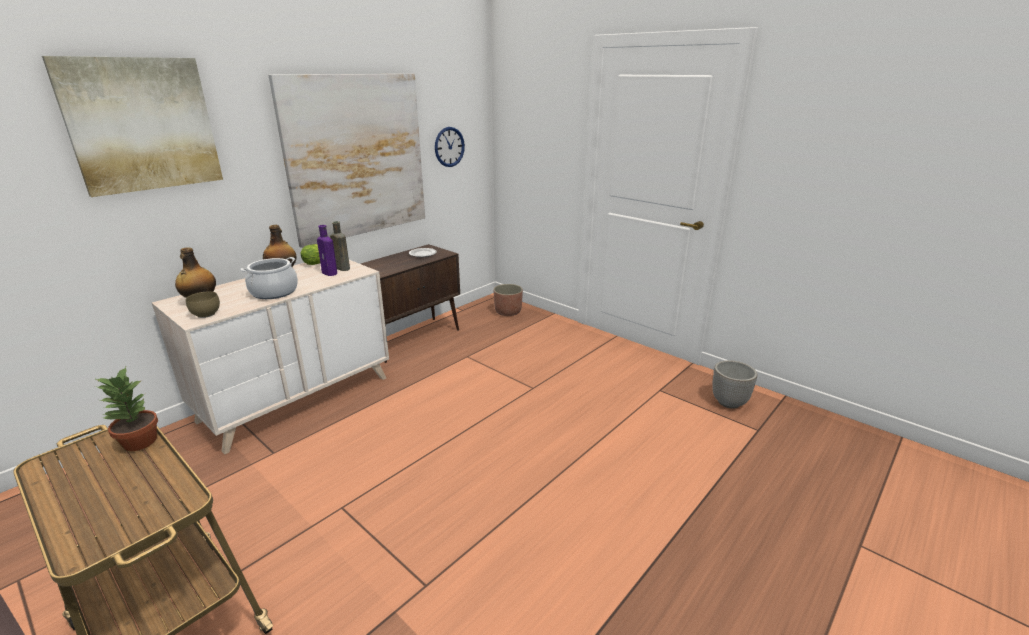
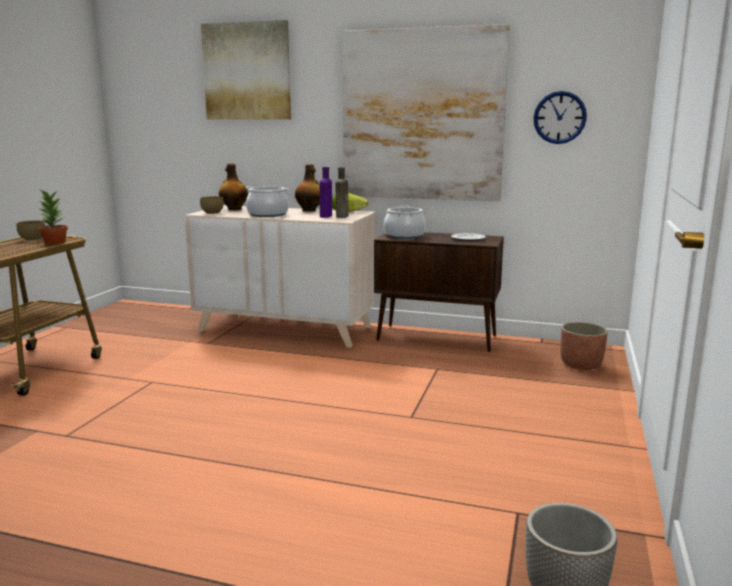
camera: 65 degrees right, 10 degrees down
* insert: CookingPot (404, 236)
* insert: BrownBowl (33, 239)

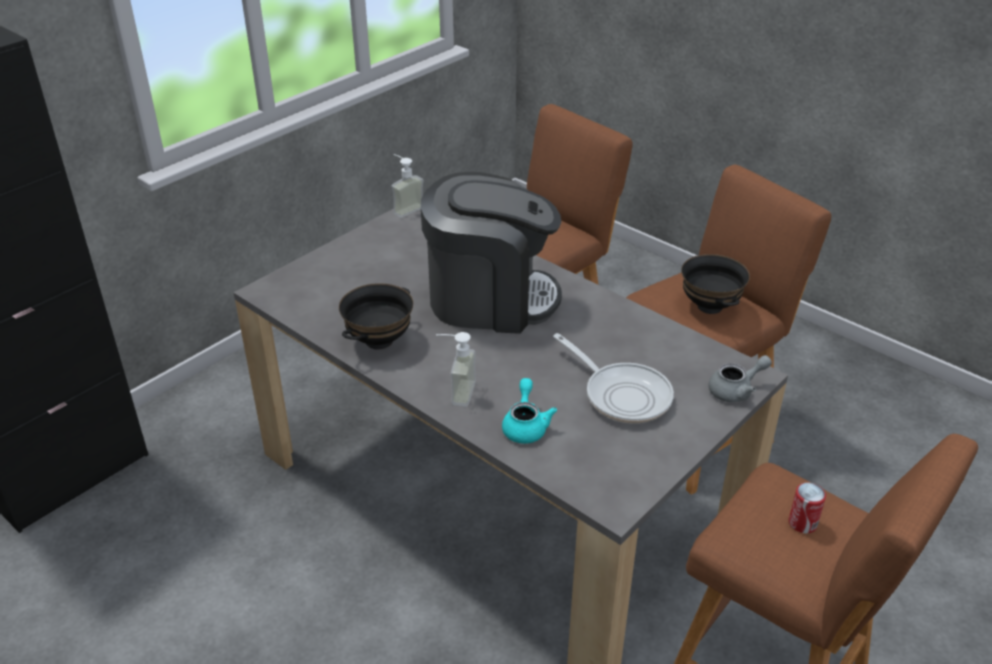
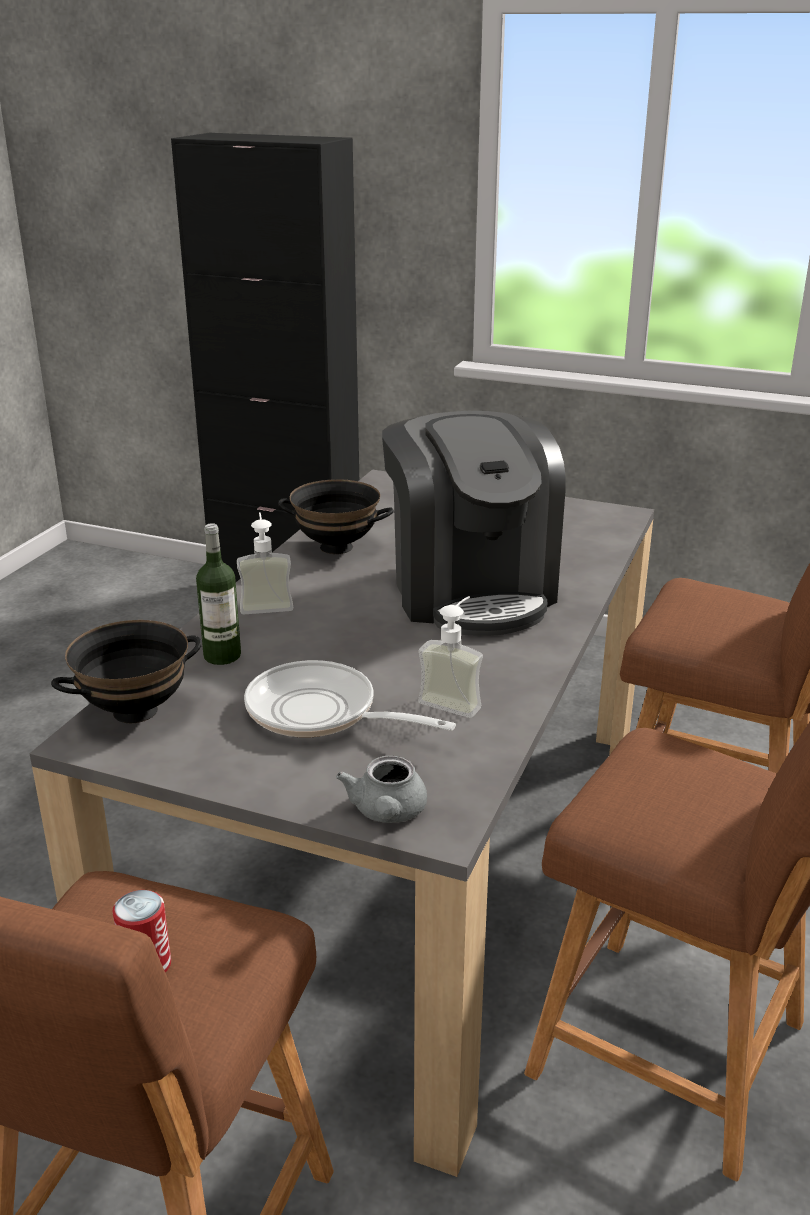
camera: 70 degrees right, 10 degrees down
* move: SoapDispenser (405, 208) to (455, 699)
* move: BlackBowl (709, 306) to (135, 711)
* rotate: FryingPan (622, 394) = (321, 713) 90 degrees clockwise
* rotate: GreyTeapot (736, 390) = (387, 813) 45 degrees clockwise
* replace: TurquoiseTeapot (525, 426) to Bottle (222, 656)

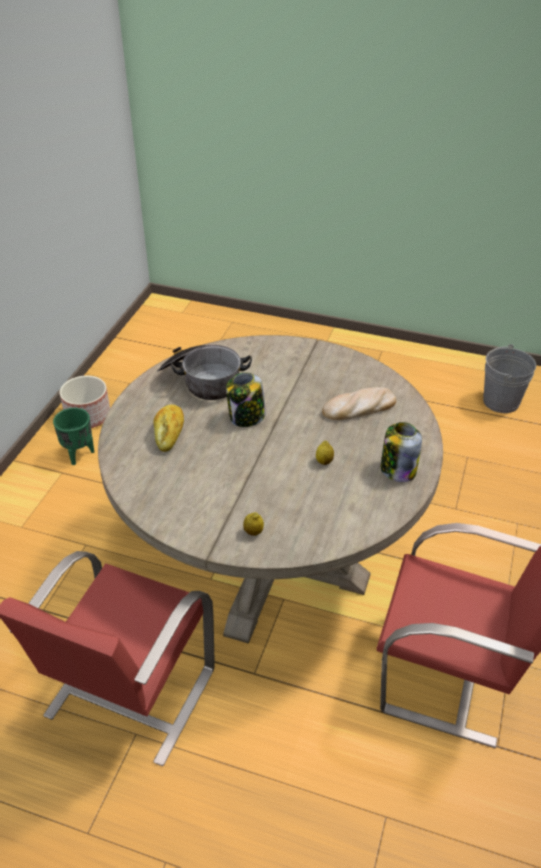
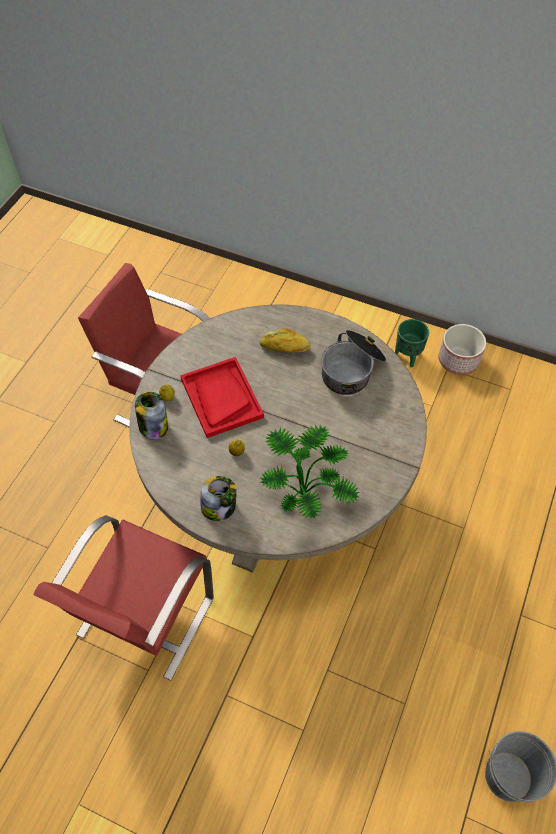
camera: 95 degrees right, 15 degrees up
* move: Jar (246, 417) to (153, 426)
* replace: Bread (359, 408) to PottedPlant (306, 489)
* insert: RedTray (221, 398)

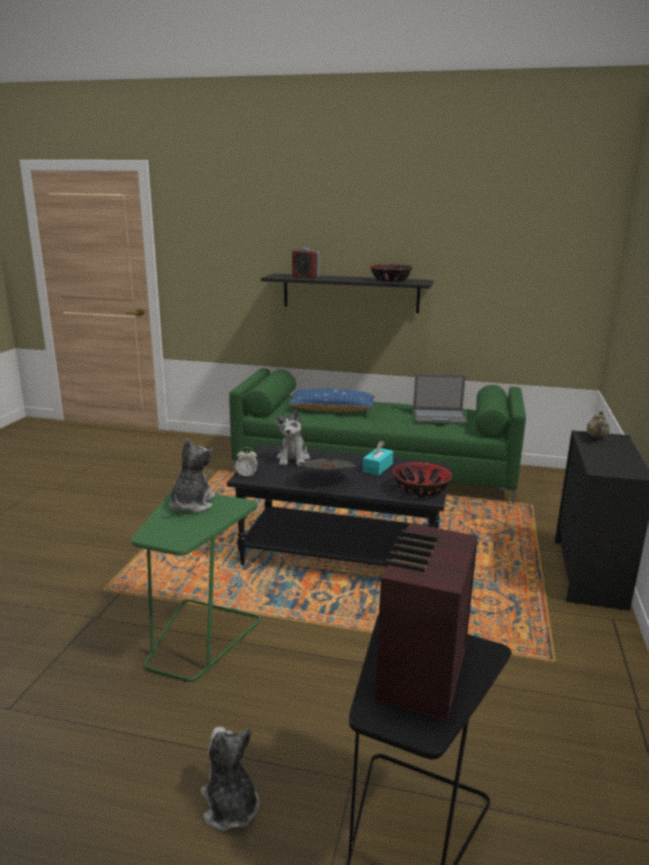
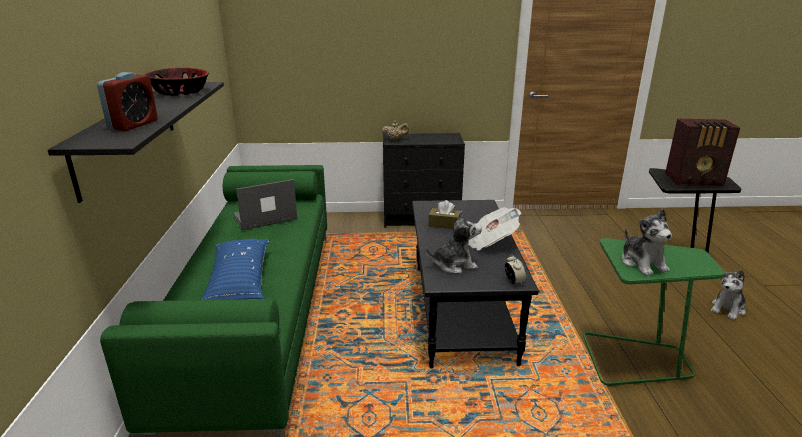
camera: 105 degrees left, 5 degrees up
* rotate: Laptop (440, 417) = (264, 217) 105 degrees counterclockwise
* rotate: PlushToy (191, 504) = (642, 263) 105 degrees counterclockwise
* recolor: TurquoiseTissueBox (377, 468) to BrownTissueBox (444, 224)
* delete: Bowl (421, 490)

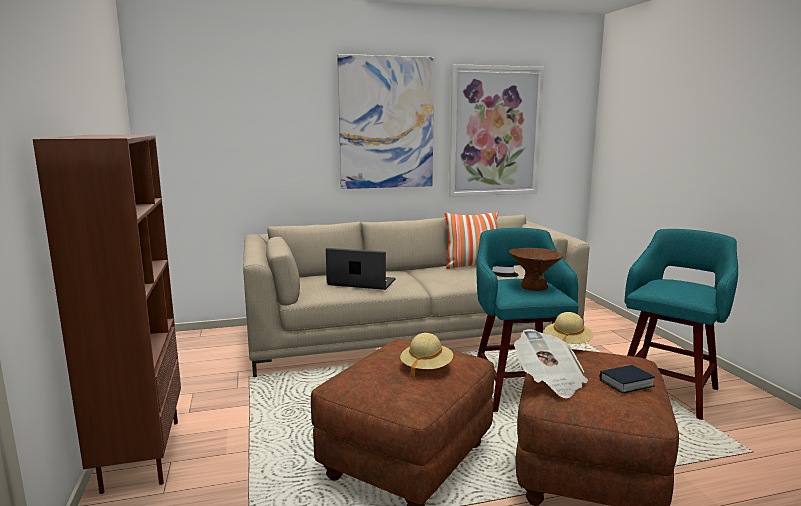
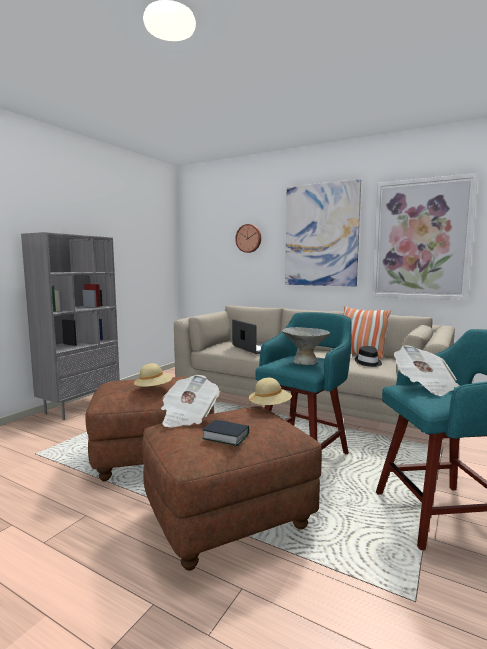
camera: 45 degrees right, 5 degrees down
* recolor: BrownBookcase (140, 454) to GreyBookcase (80, 406)
* recolor: BrownBowl (533, 286) to GreyBowl (305, 361)
* insert: WallClock (249, 238)
* insert: Newspaper (424, 386)

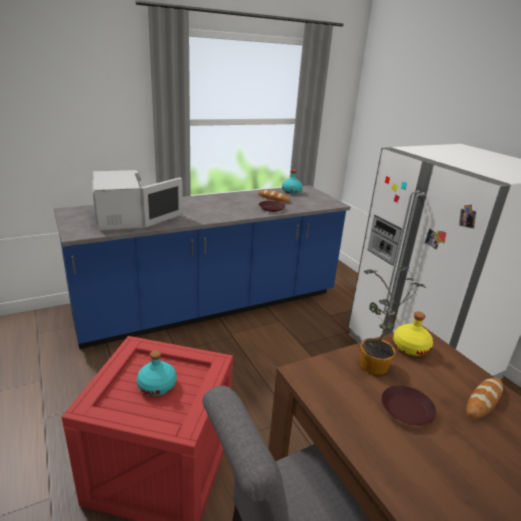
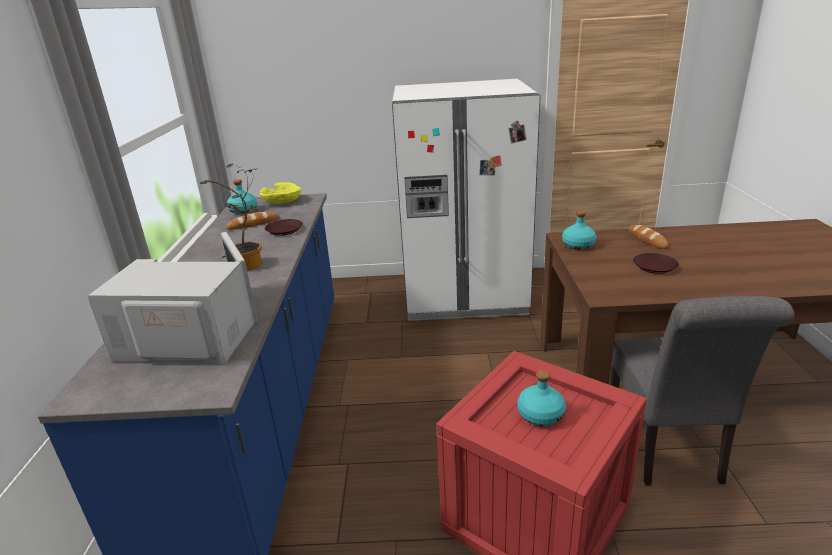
camera: 60 degrees left, 0 degrees up
* move: PottedPlant (372, 368) to (250, 266)
* recolor: YellowBottle (410, 347) to TurquoiseBottle (577, 245)
* insert: YellowBowl (283, 202)

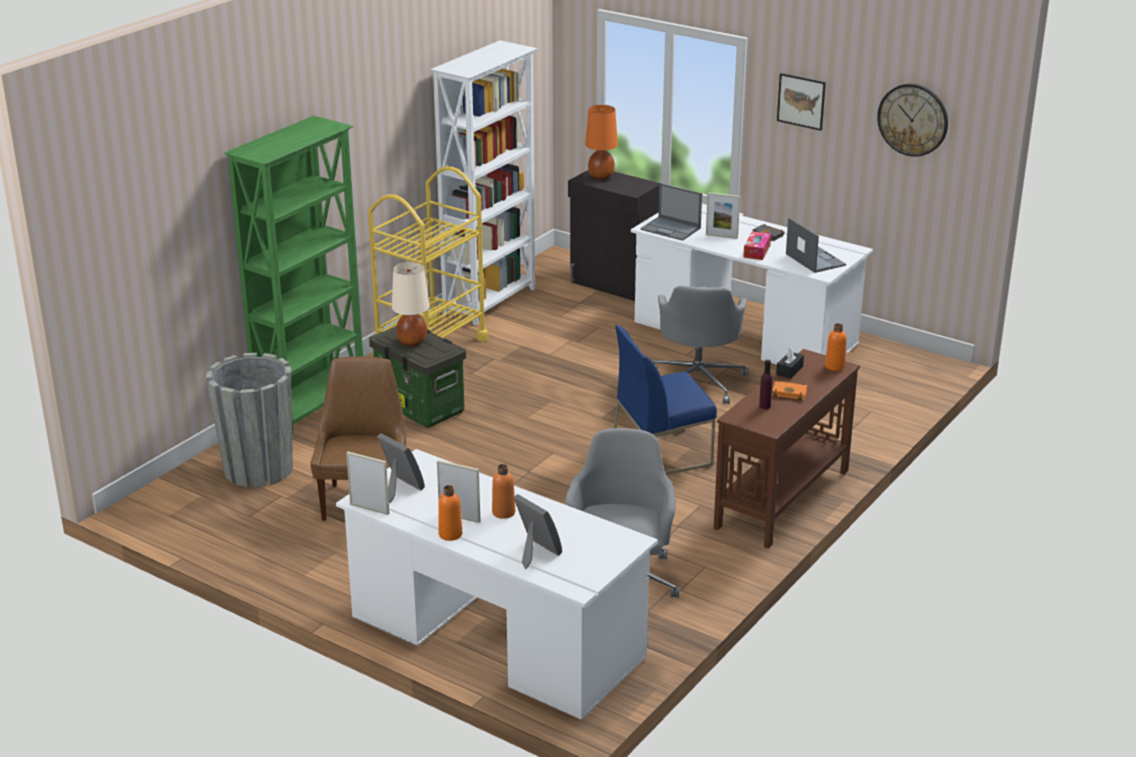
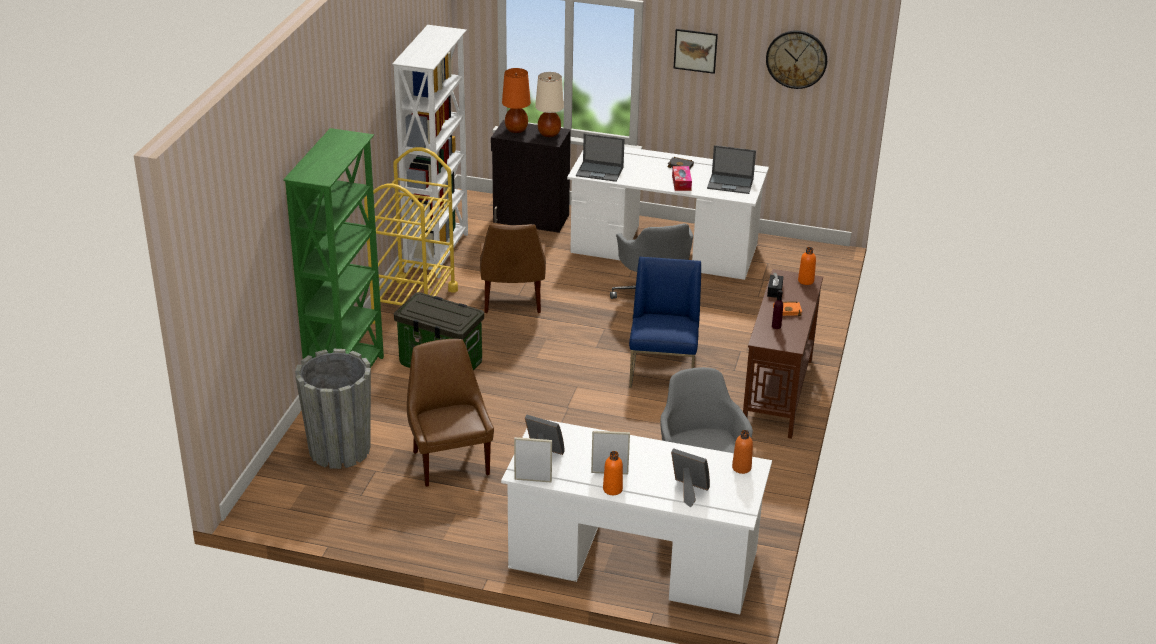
camera: 20 degrees left, 5 degrees up
* delete: PictureFrame (721, 236)
* rotate: Laptop (814, 259) = (731, 184) 150 degrees clockwise
* move: BeigeTableLamp (411, 342) to (549, 134)
* rotate: BlueChair (662, 454) = (663, 371) 135 degrees clockwise
* move: OrangeBottle (503, 512) to (741, 468)
* insert: BrownChair (512, 301)

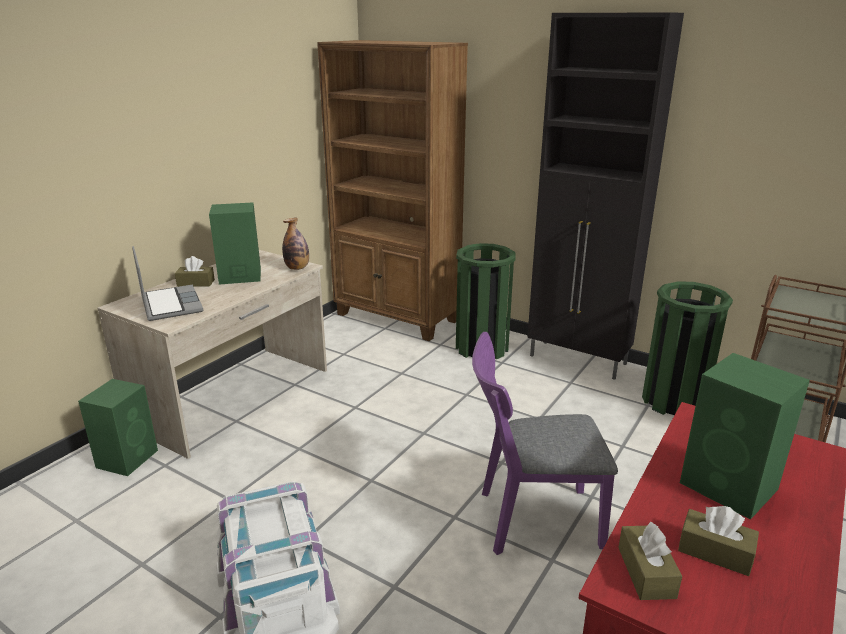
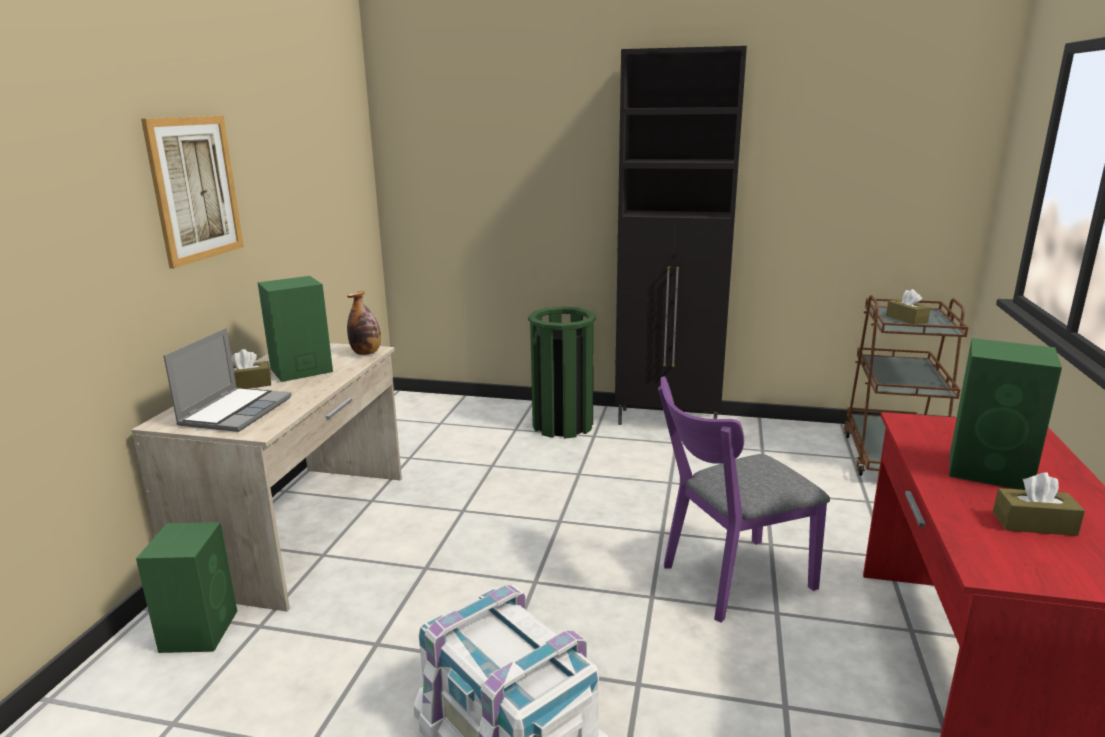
camera: 20 degrees left, 5 degrees down
* delete: BrownBookcase (397, 318)
* rotate: Laptop (170, 304) = (236, 411) 60 degrees clockwise
* delete: GreenTrashCan (674, 401)
* move: BrownTissueBox (646, 572) to (906, 319)
* insert: Picture (195, 189)

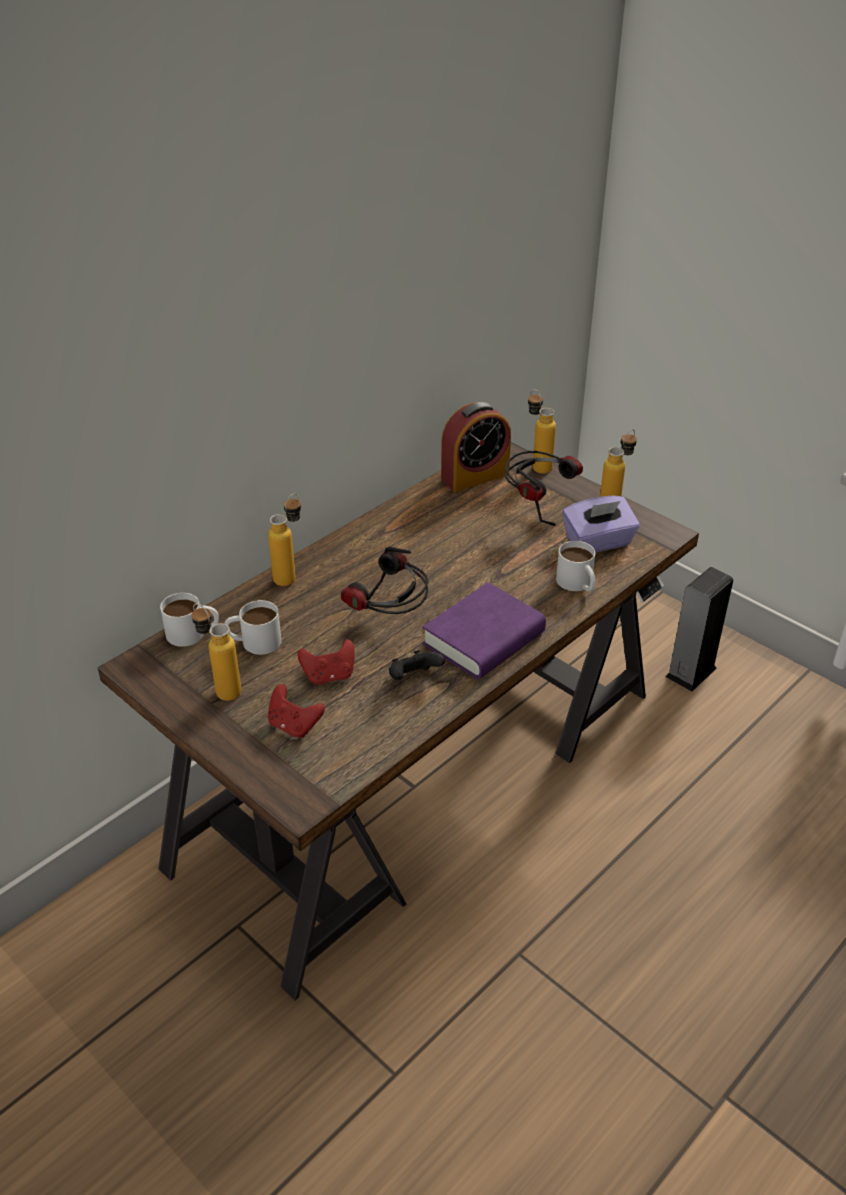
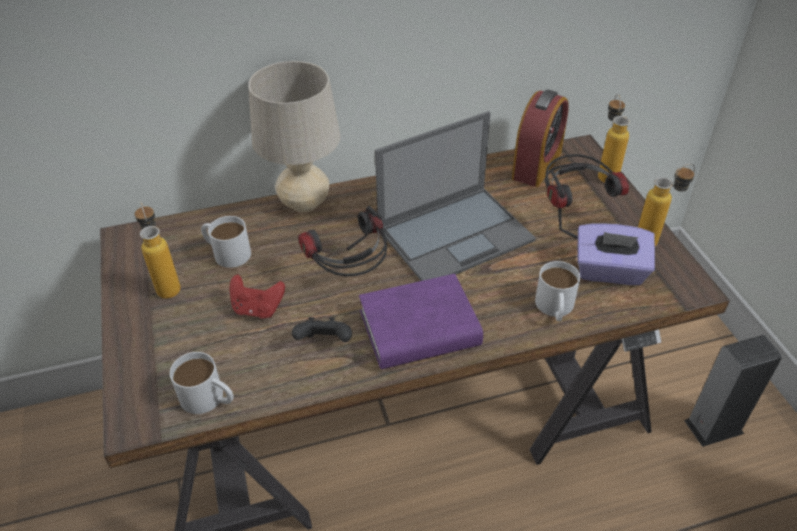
camera: 30 degrees right, 5 degrees up
* rotate: AlarmClock (475, 476) = (536, 165) 60 degrees counterclockwise
* replace: Bottle (290, 575) to BeigeTableLamp (304, 203)
* move: WhiteMug (193, 633) to (209, 399)
* delete: RedGameController (294, 725)
* insert: Laptop (456, 234)

